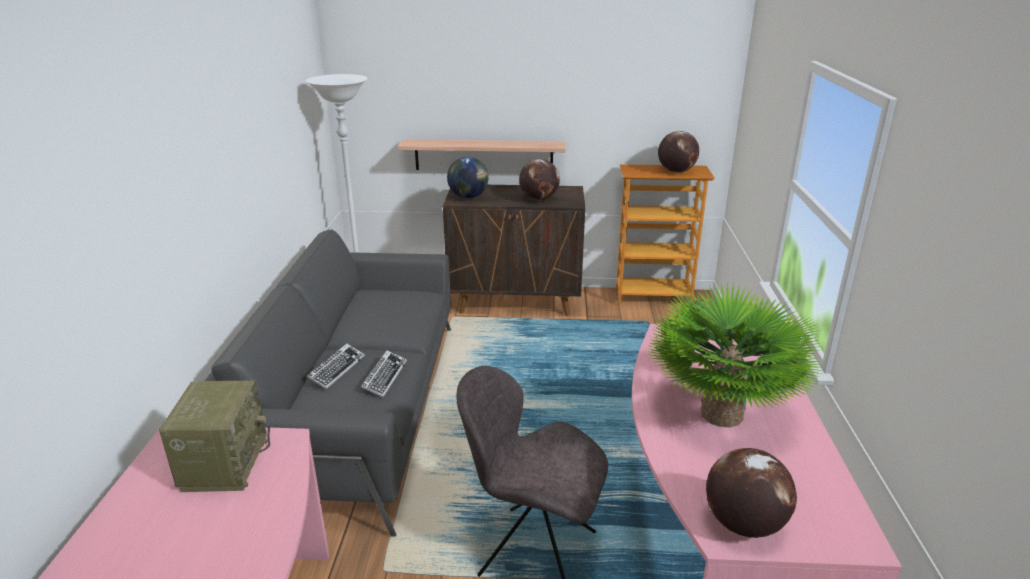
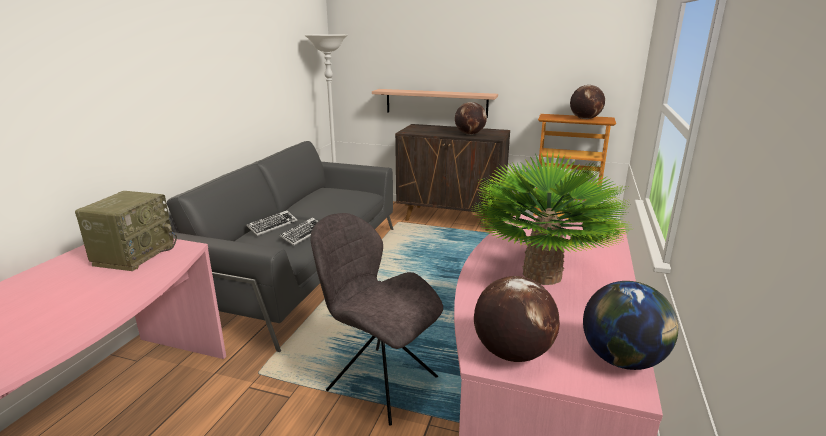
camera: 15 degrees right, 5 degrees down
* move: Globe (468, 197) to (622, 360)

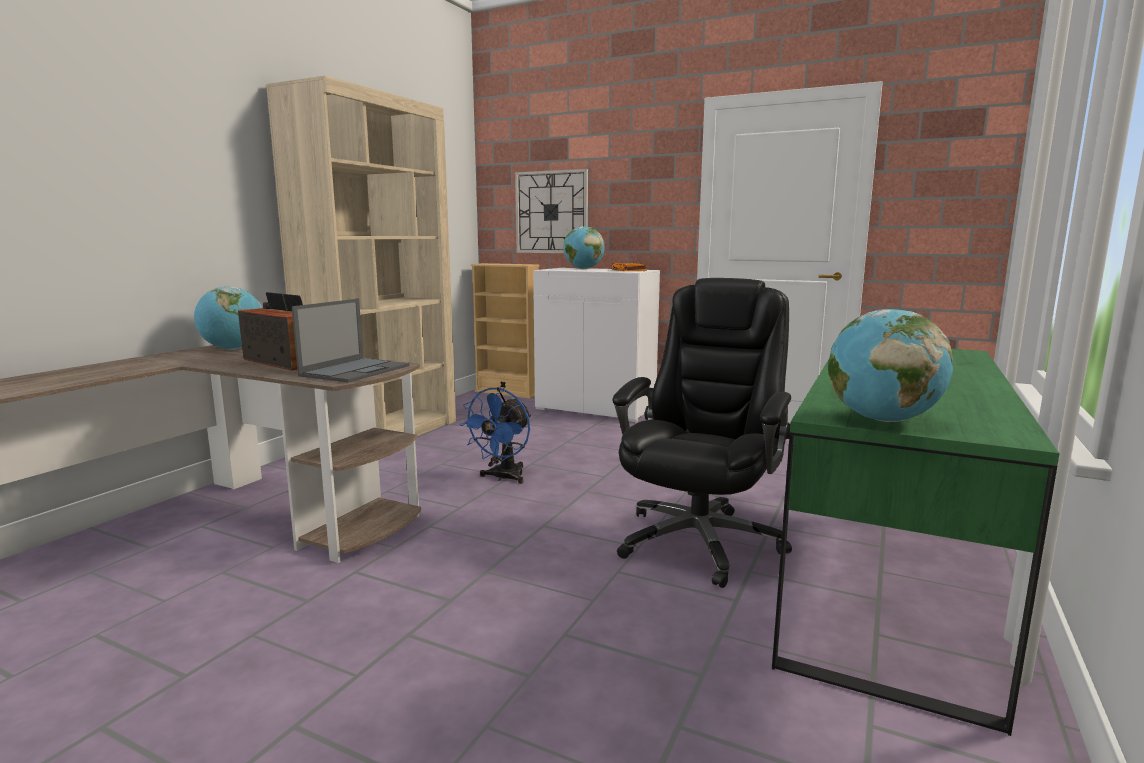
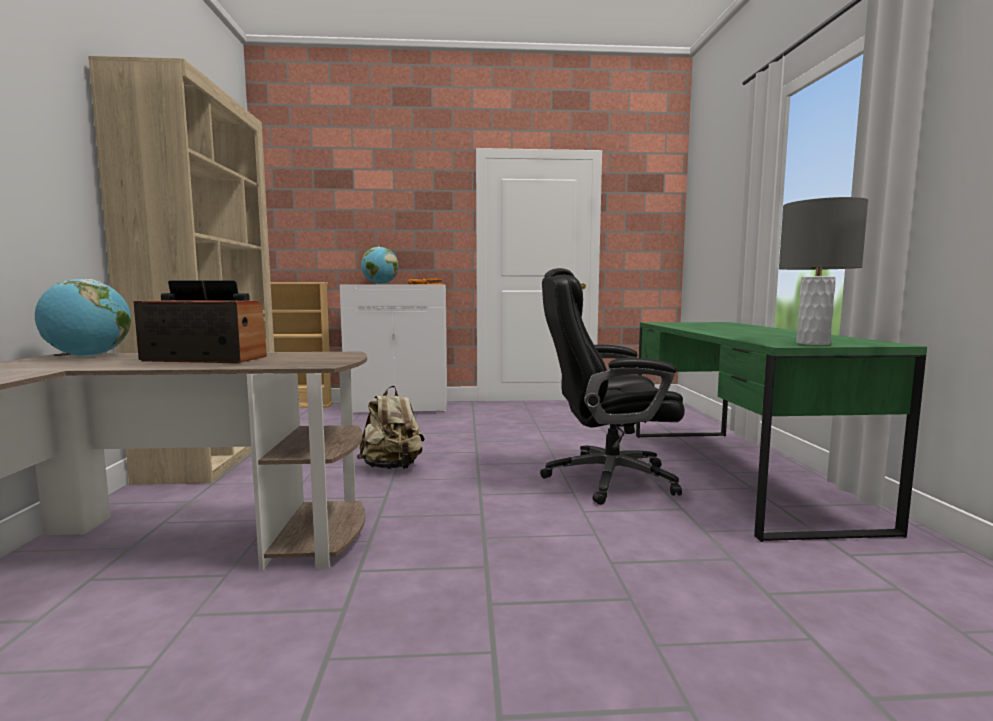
camera: 30 degrees left, 5 degrees down
* delete: WallClock (551, 212)
* rotate: BlackOfficeChair (700, 540) = (606, 479) 90 degrees counterclockwise
* delete: Laptop (356, 370)
* replace: Globe (882, 420) to GreyTableLamp (812, 343)
* replace: BlueFan (503, 478) to BeigeBackpack (392, 467)

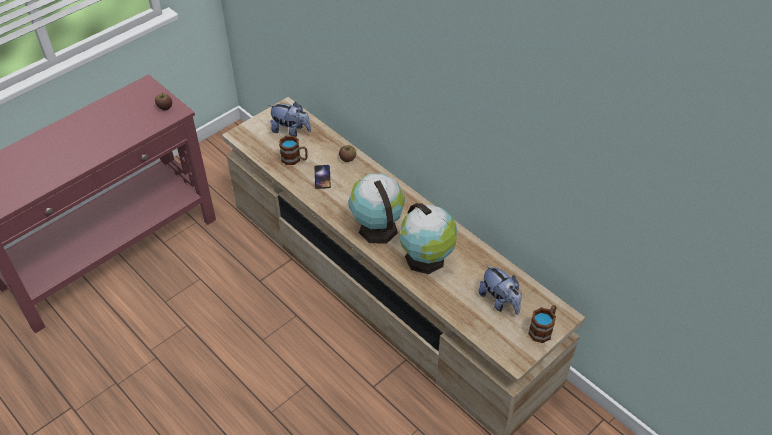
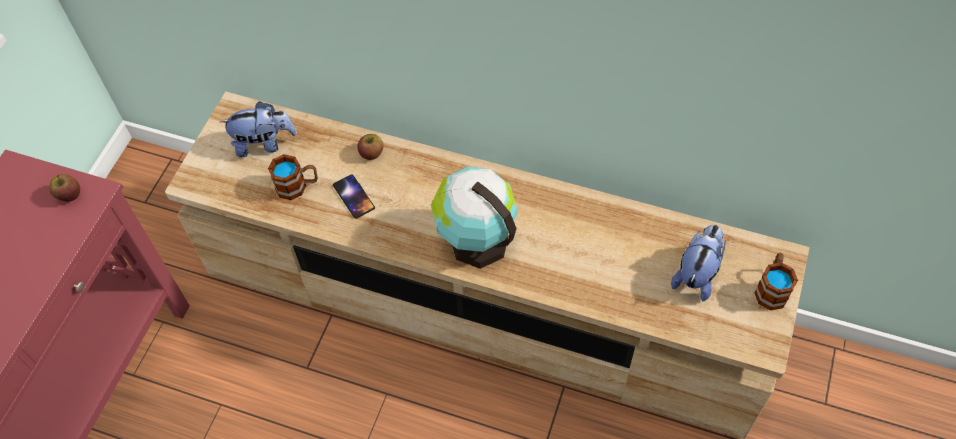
camera: 25 degrees left, 10 degrees up
* delete: Globe (426, 259)
* rotate: PlushToy (499, 301) = (697, 274) 90 degrees counterclockwise

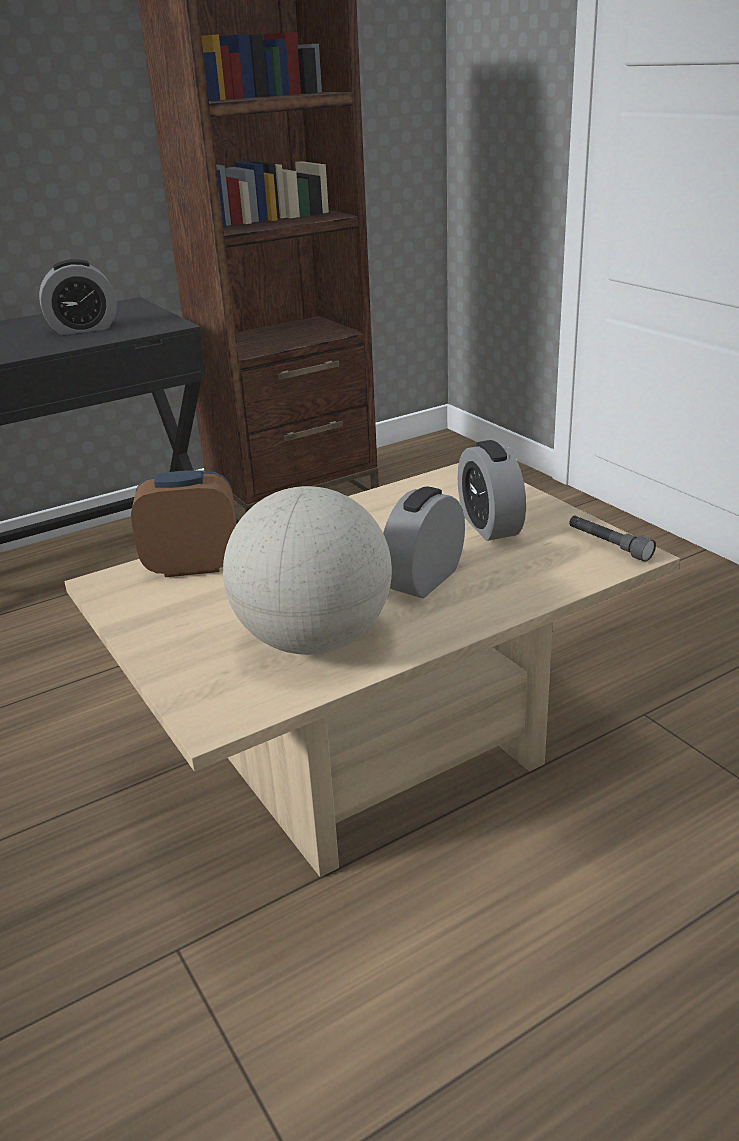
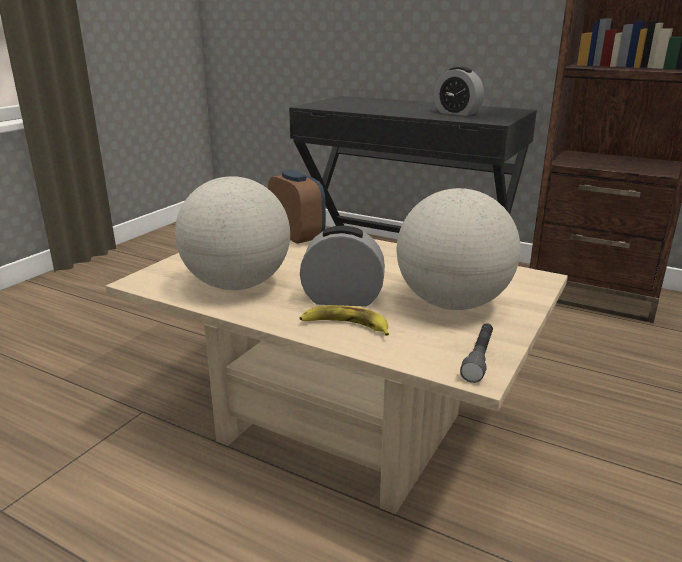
camera: 60 degrees right, 5 degrees down
* replace: AlarmClock (489, 525) to Globe (452, 304)
* insert: Banana (345, 326)

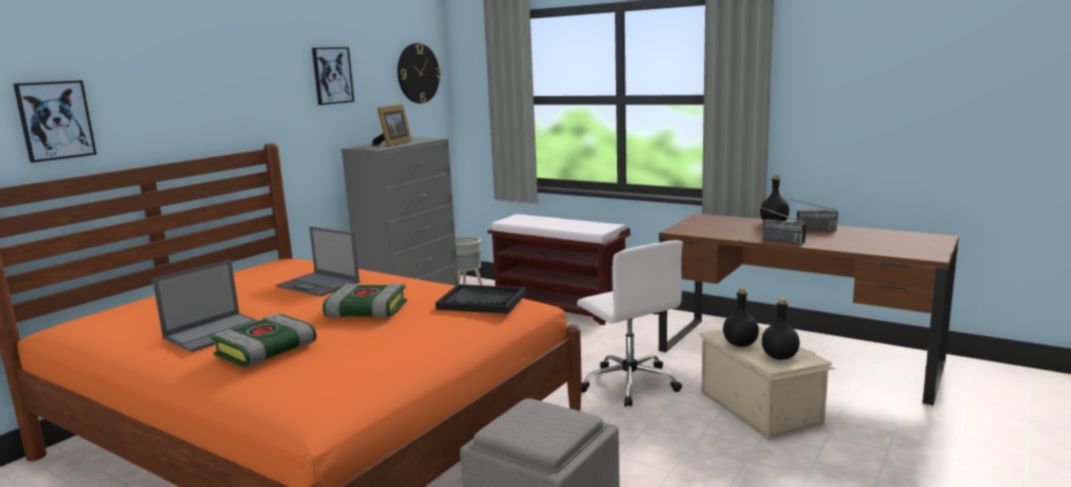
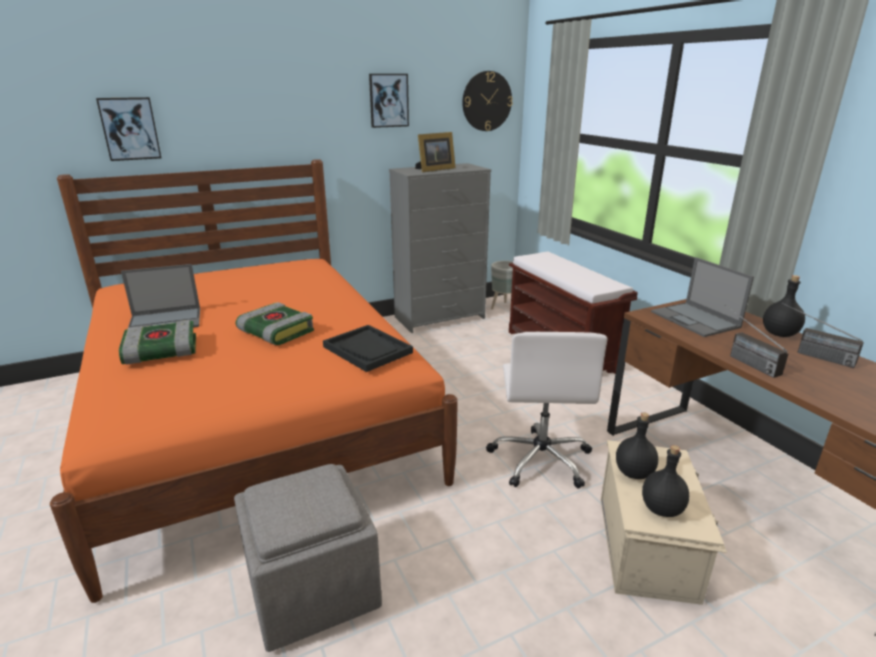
camera: 30 degrees right, 10 degrees up
* move: Laptop (319, 284) to (696, 320)

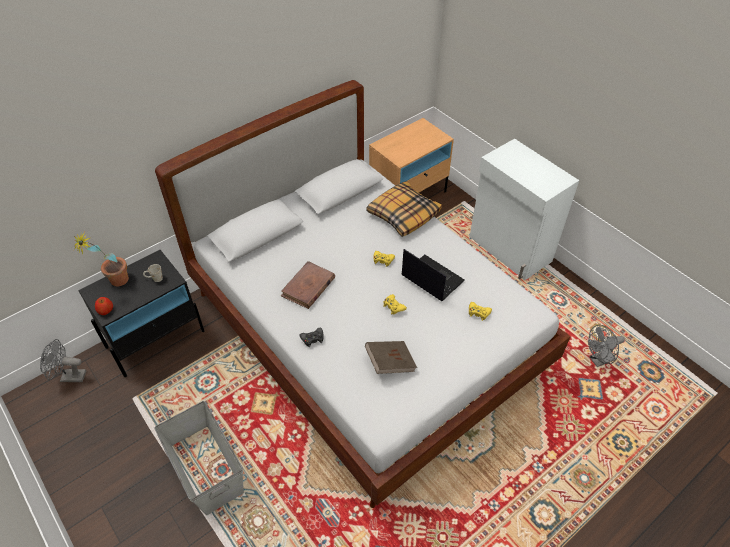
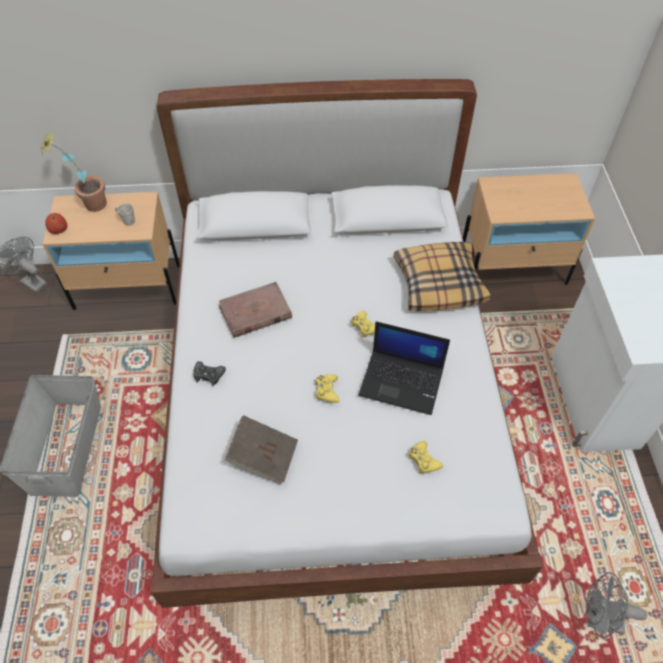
camera: 35 degrees right, 5 degrees up
* rotate: Laptop (431, 278) = (402, 382) 120 degrees clockwise
* recolor: BlackNightstand (156, 339) to BeigeNightstand (128, 286)

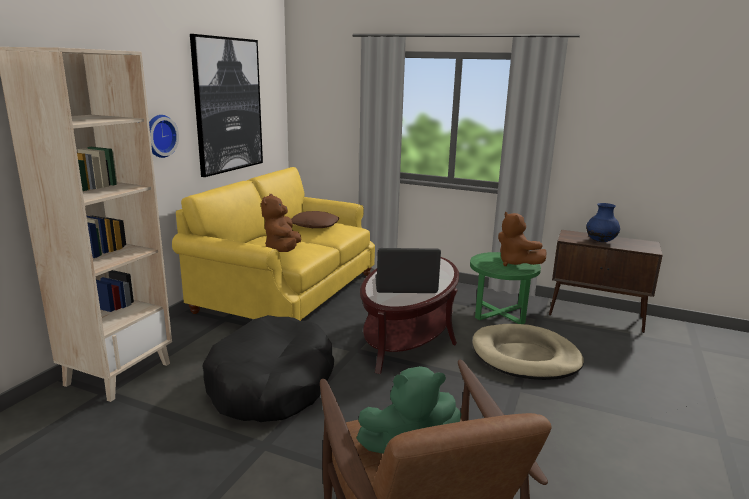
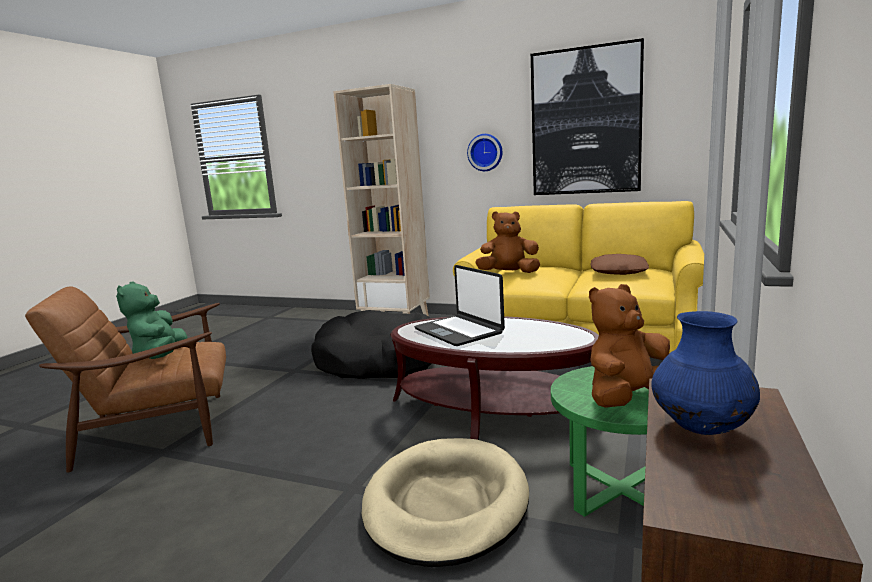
camera: 90 degrees right, 5 degrees down
* rotate: Laptop (405, 286) = (459, 331) 150 degrees clockwise

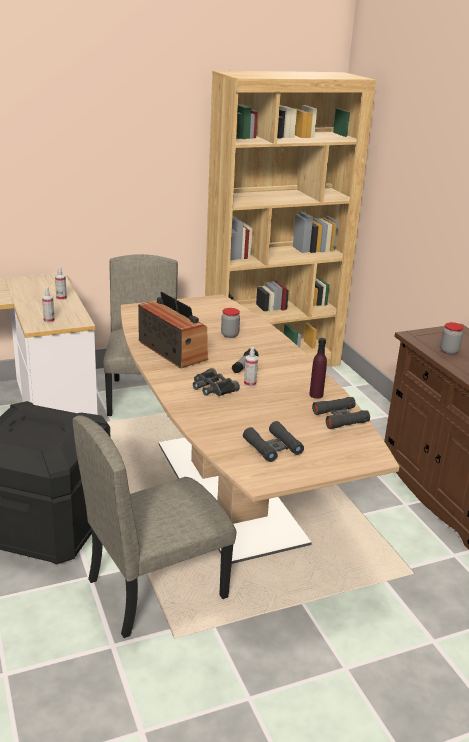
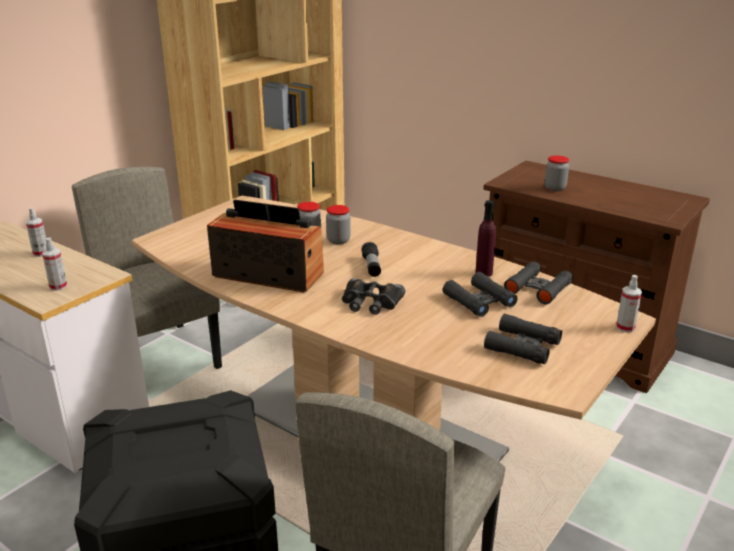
camera: 30 degrees left, 0 degrees up
* move: SprayBottle (250, 383) to (625, 327)
* insert: Jar (338, 240)
* insert: BlackBinoculars (479, 301)

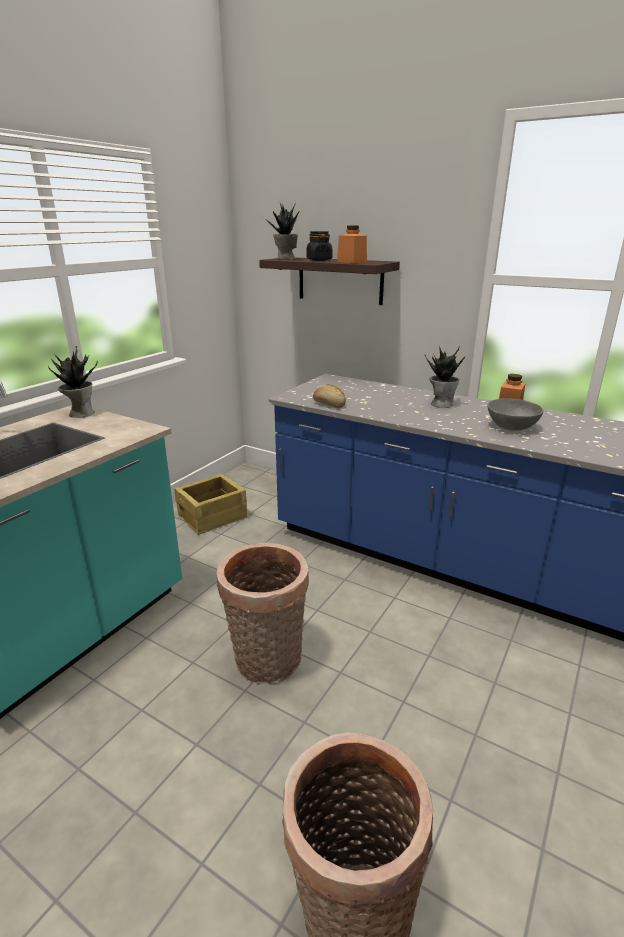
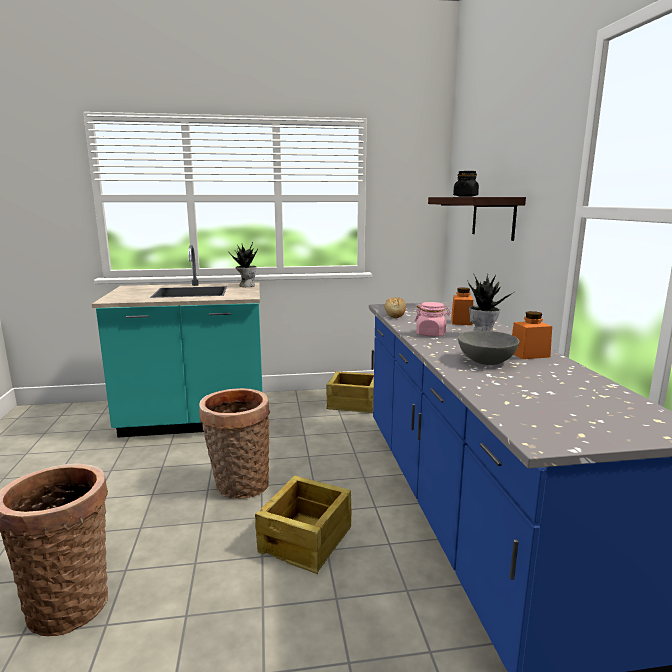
camera: 50 degrees right, 10 degrees down
* delete: PottedPlant (285, 258)
* move: OrangeJar (351, 262) to (461, 322)
* insert: PinkJar (431, 334)
* insert: Crate (307, 539)

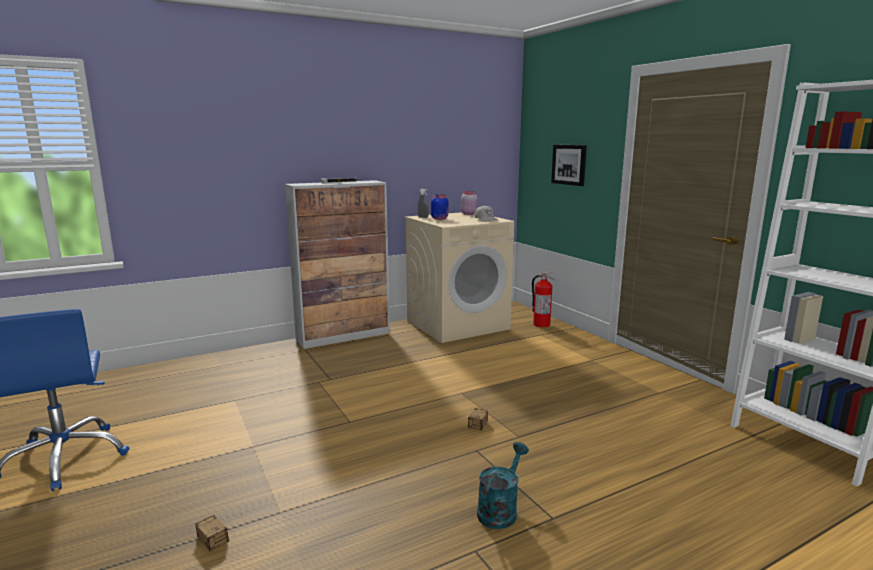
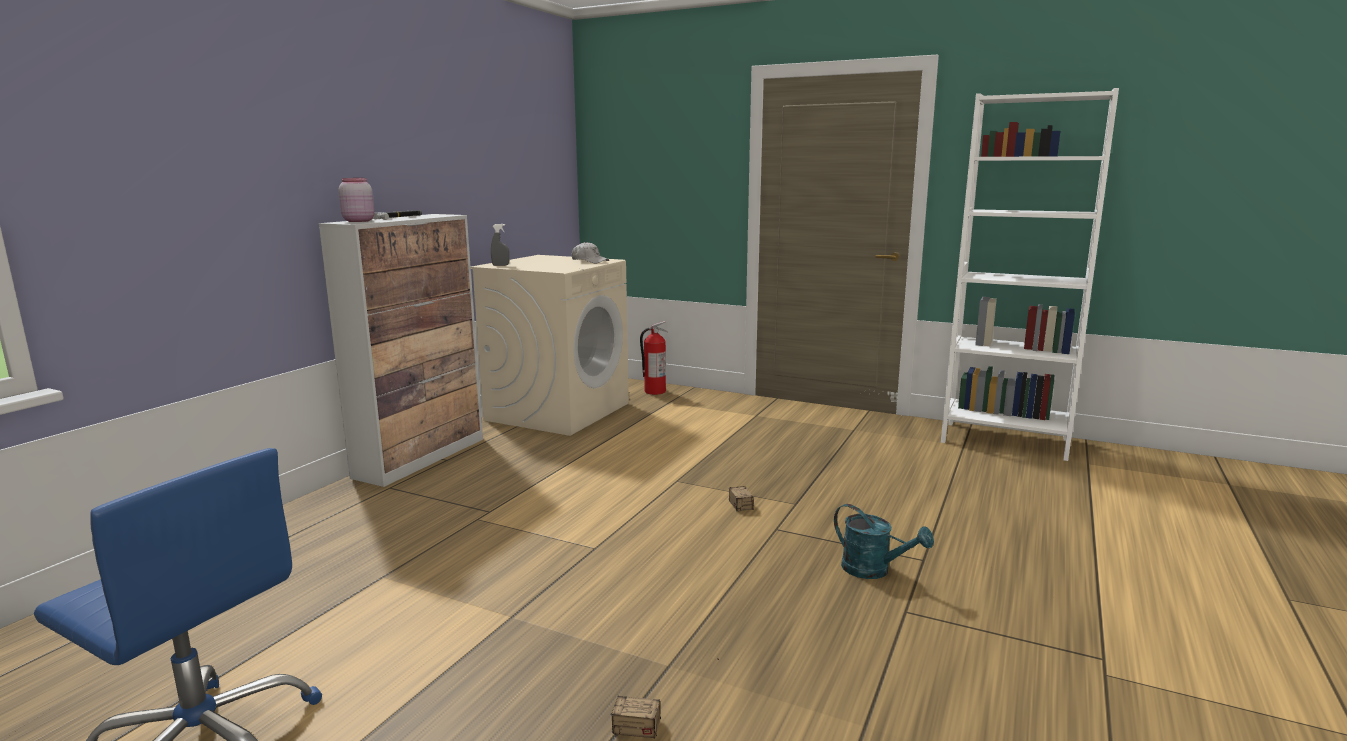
camera: 35 degrees left, 0 degrees up
* delete: Picture (569, 164)
* move: PinkJar (468, 214) to (358, 221)
* delete: BlueJar (440, 218)
* rotate: TurquoiseWateringCan (500, 509) = (874, 570) 135 degrees clockwise

